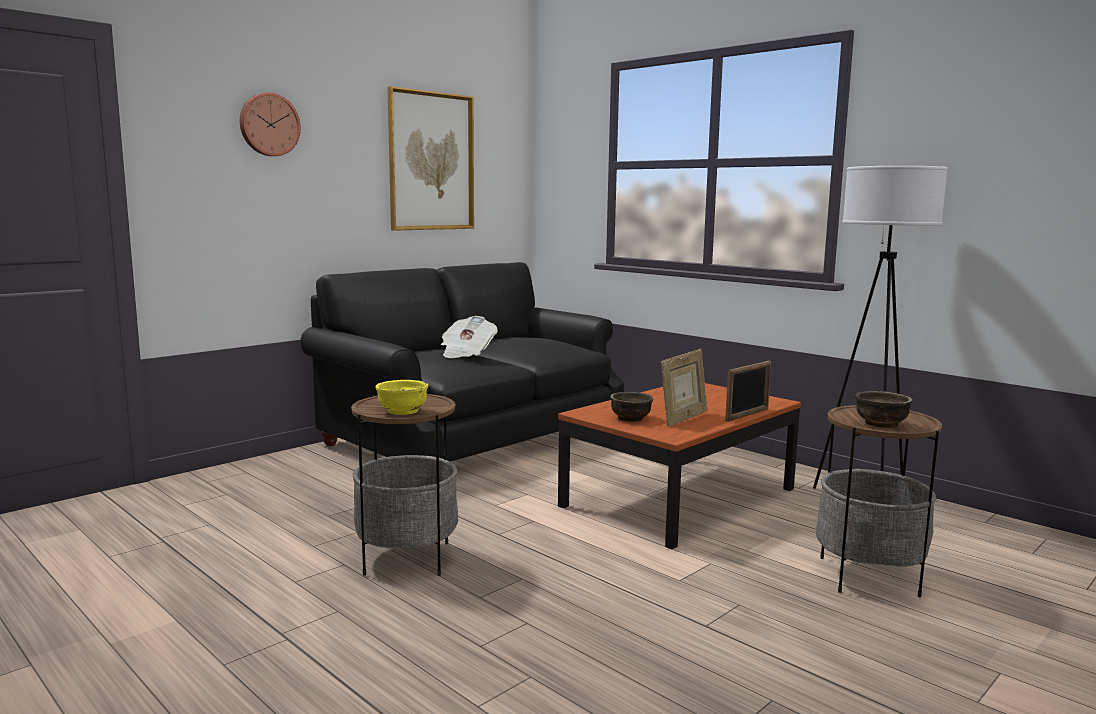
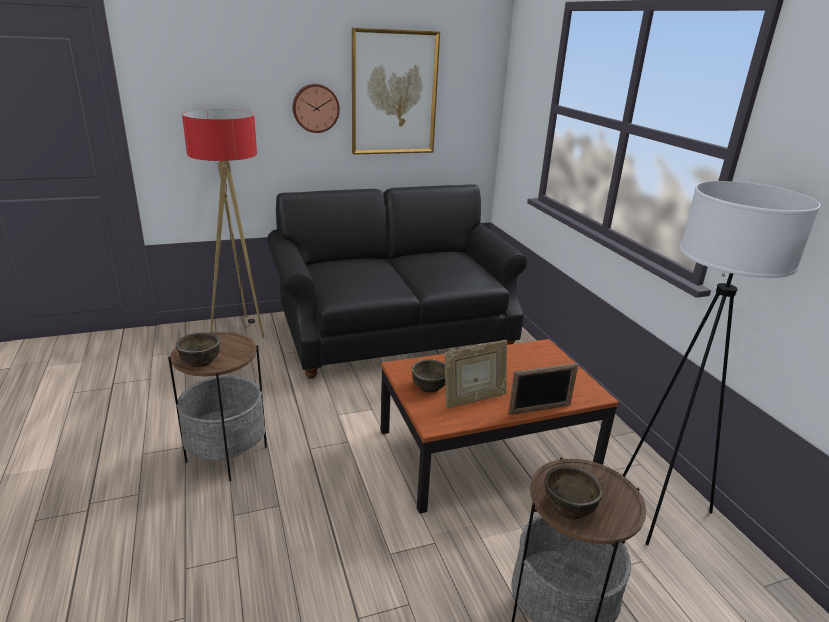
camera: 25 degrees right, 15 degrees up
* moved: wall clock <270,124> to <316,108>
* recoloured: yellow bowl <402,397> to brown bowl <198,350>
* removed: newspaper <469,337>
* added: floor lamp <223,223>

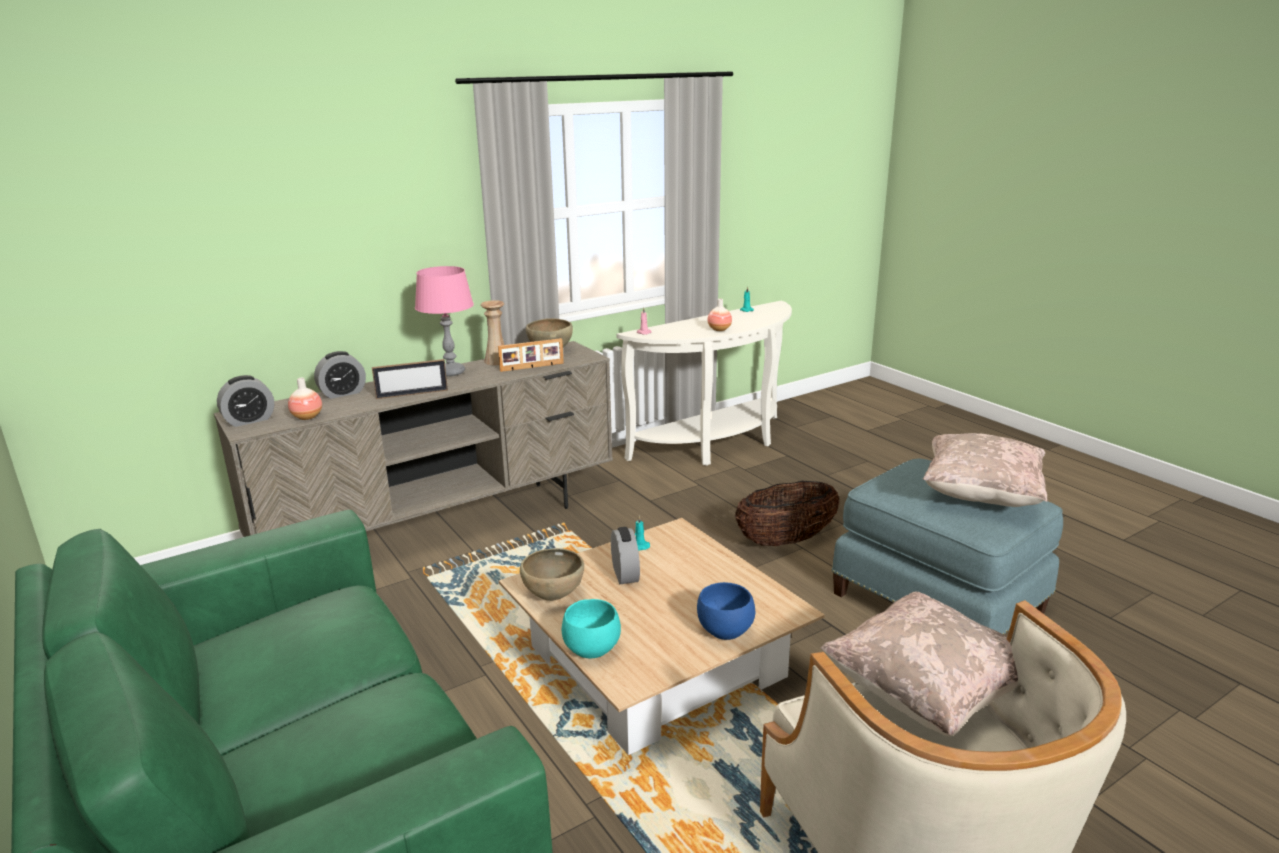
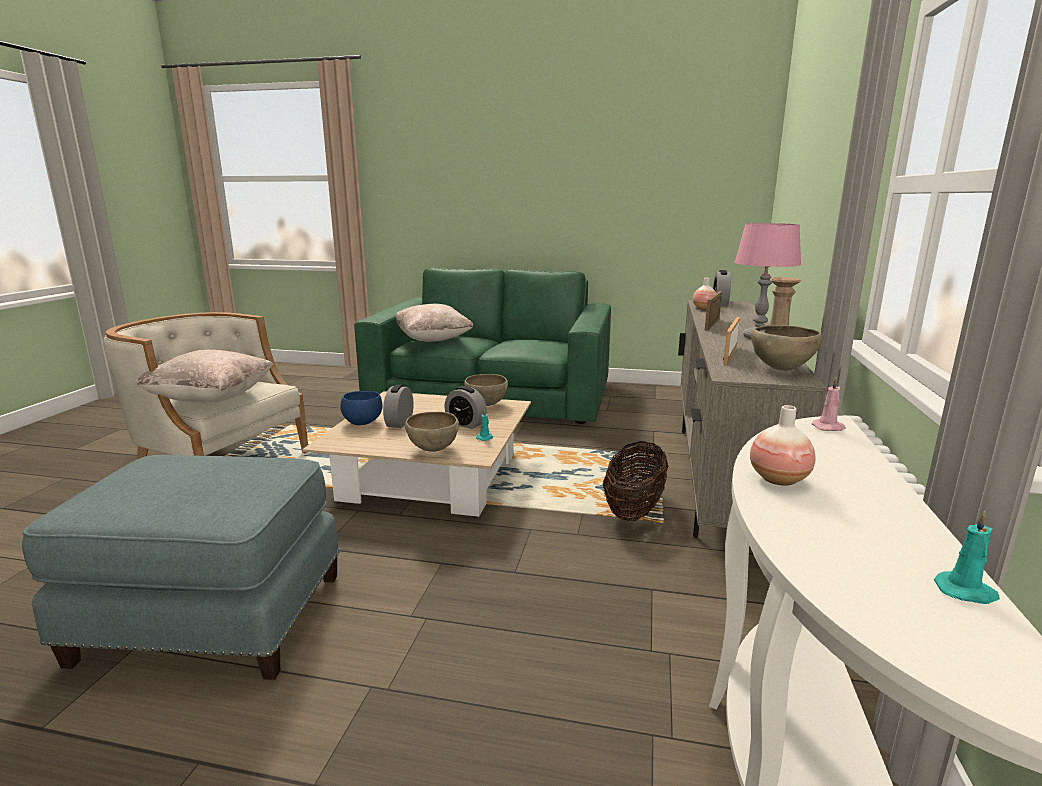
camera: 135 degrees right, 5 degrees down
* moved: alarm clock <340,375> to <398,406>
* removed: turquoise bowl <591,628>
* moved: basket <787,513> to <635,481>
* moved: beige pillow <985,470> to <434,323>
* added: brown bowl <432,432>

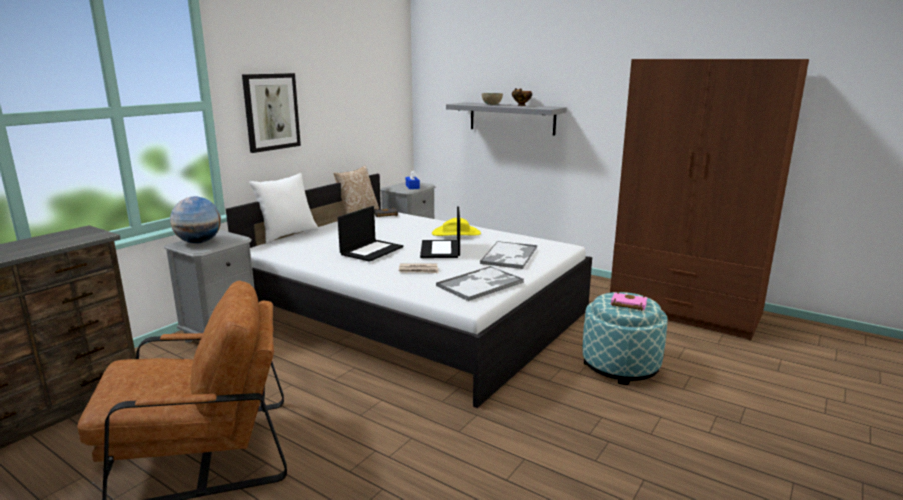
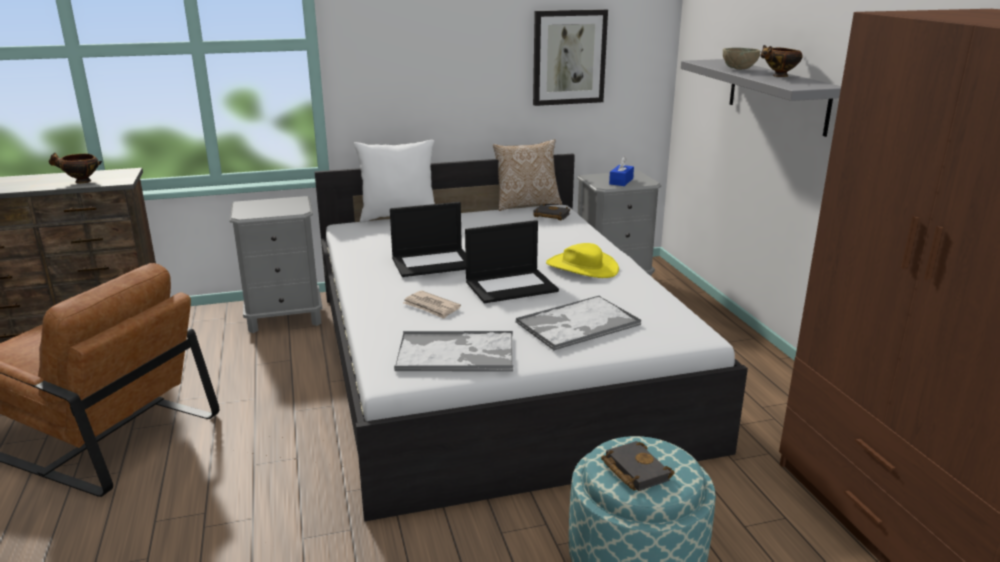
camera: 40 degrees right, 5 degrees up
* removed: globe <195,220>
* moved: picture <271,113> to <570,57>
* turned: laptop <440,232> = <512,261> 150 degrees counterclockwise
* recoloured: pink book <629,301> to black book <638,466>
* added: bowl <75,167>

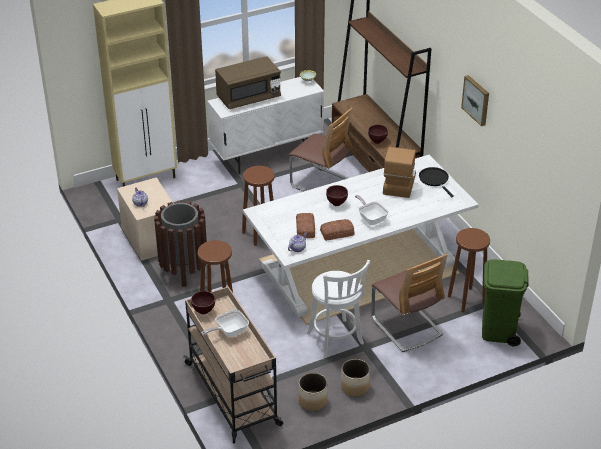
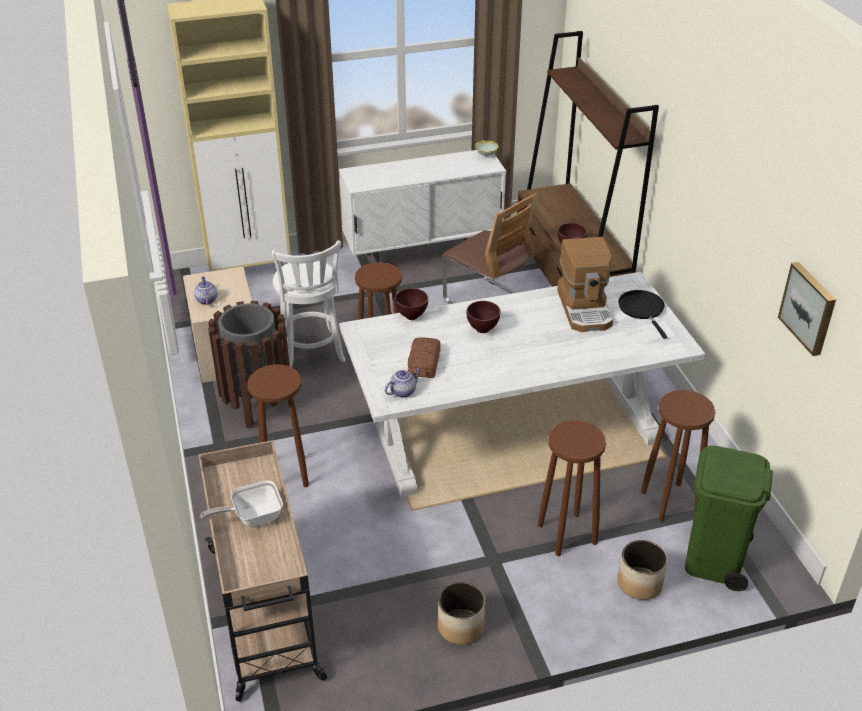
camera: 10 degrees right, 0 degrees up
* moved: brown bowl <203,302> to <411,304>
* removed: brown microwave <248,82>
* moved: planter <313,392> to <643,570>
* moved: white stool <338,309> to <309,303>
* removed: bread <337,230>
* removed: frying pan <372,210>
* replaced: chair <409,303> to brown stool <572,488>
* turned: coffee machine <399,172> = <585,284> 150 degrees clockwise
* moved: picture <475,100> to <807,309>

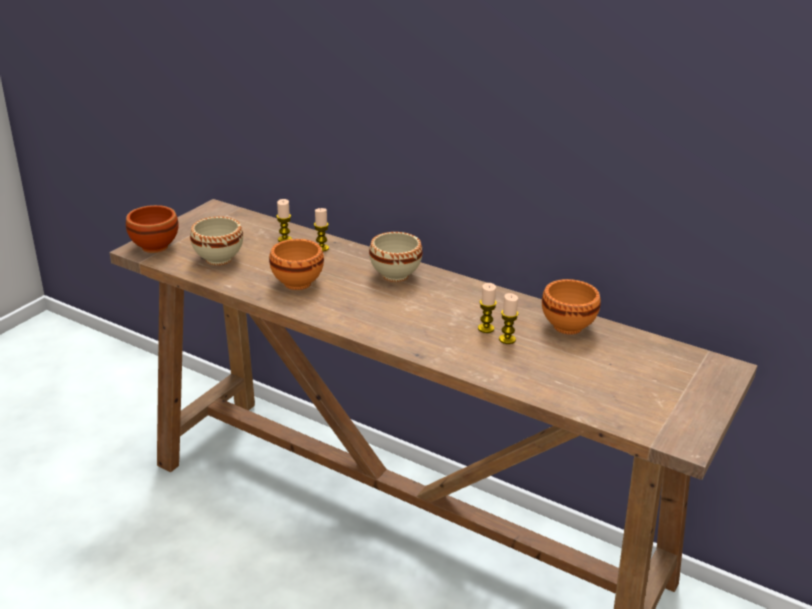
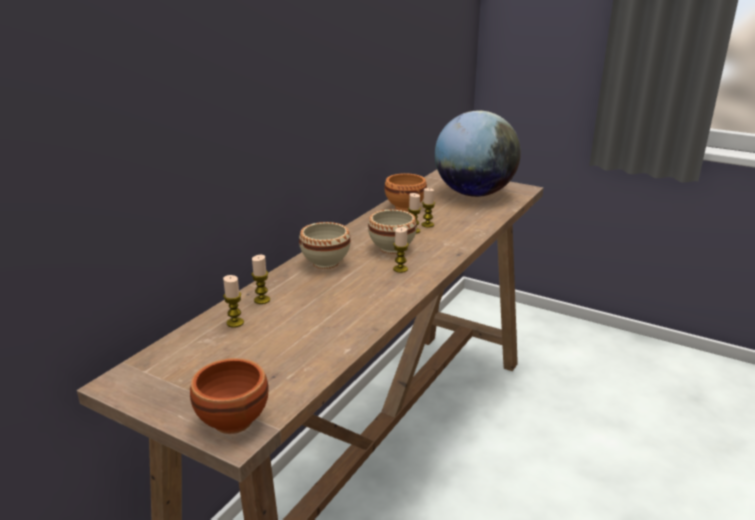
camera: 90 degrees left, 5 degrees down
* moved: beige bowl <216,241> to <392,231>
* removed: orange bowl <296,264>
* added: candle <401,250>
* added: globe <478,154>

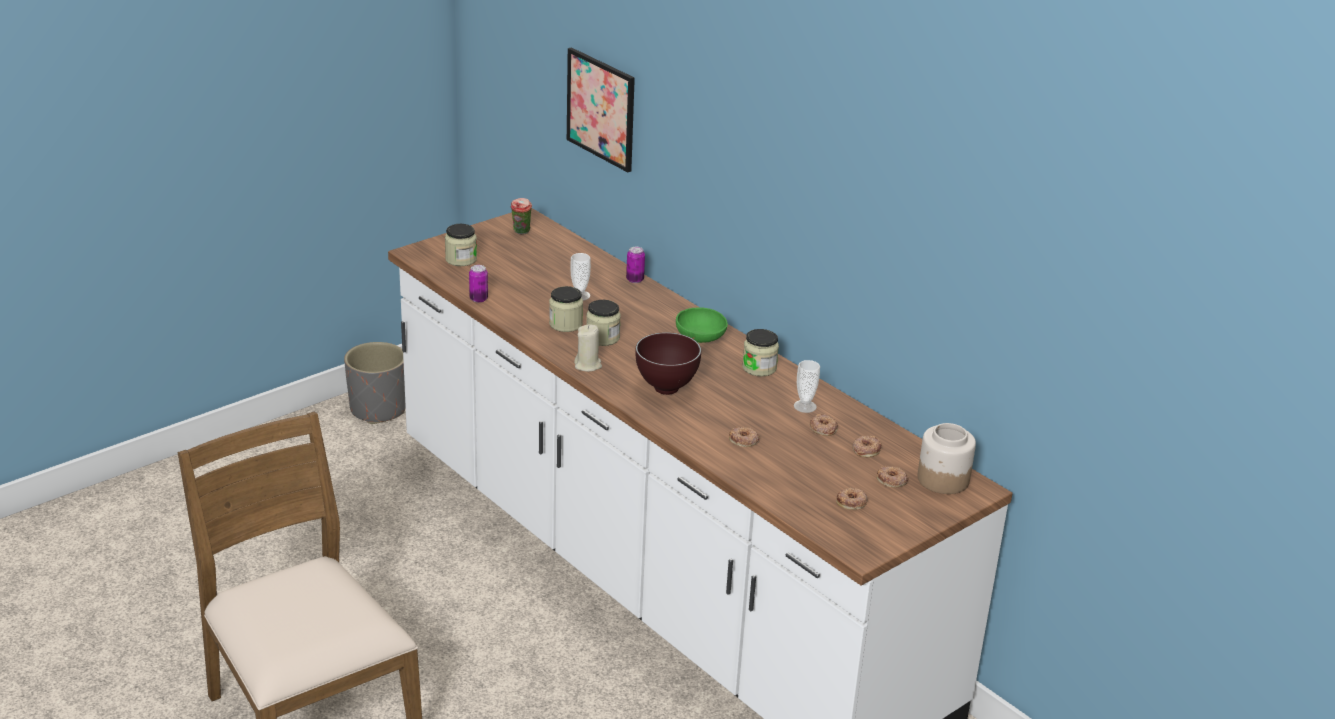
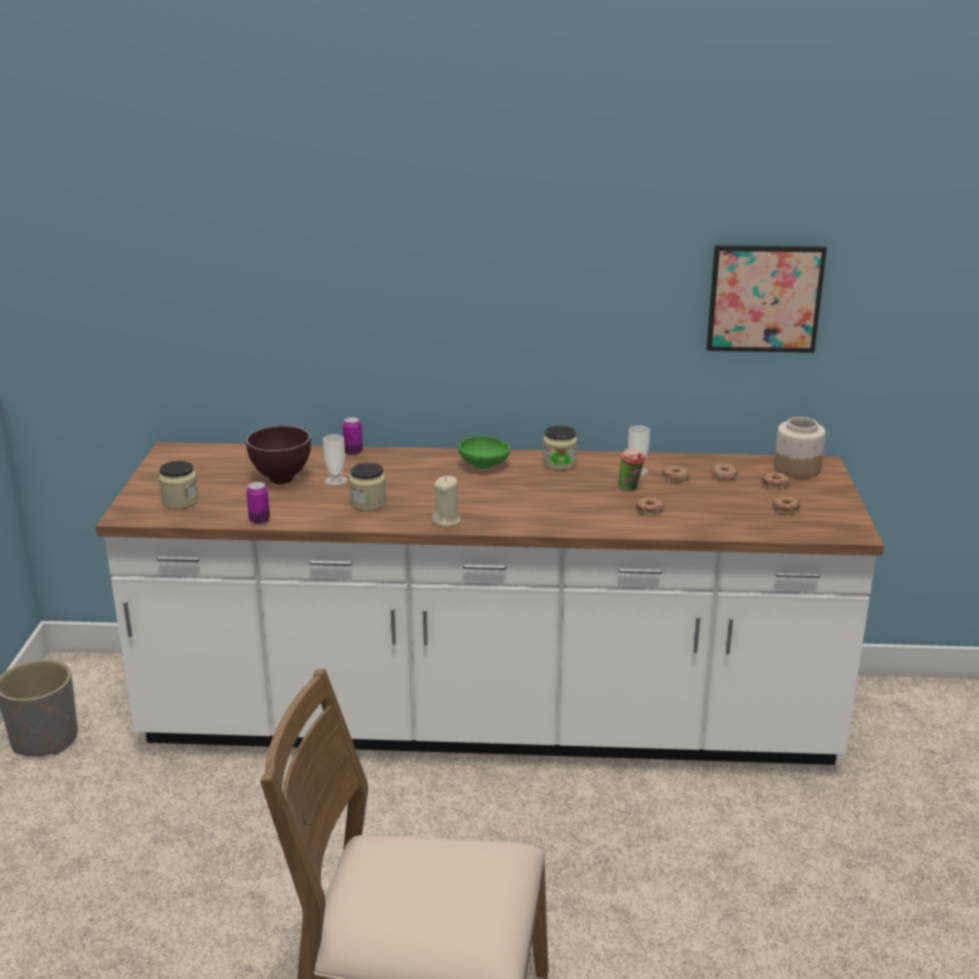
camera: 45 degrees left, 5 degrees down
* moved: cup <521,216> to <631,469>
* moved: picture <601,109> to <766,299>
* removed: jar <603,323>
* moved: brown bowl <668,363> to <278,455>

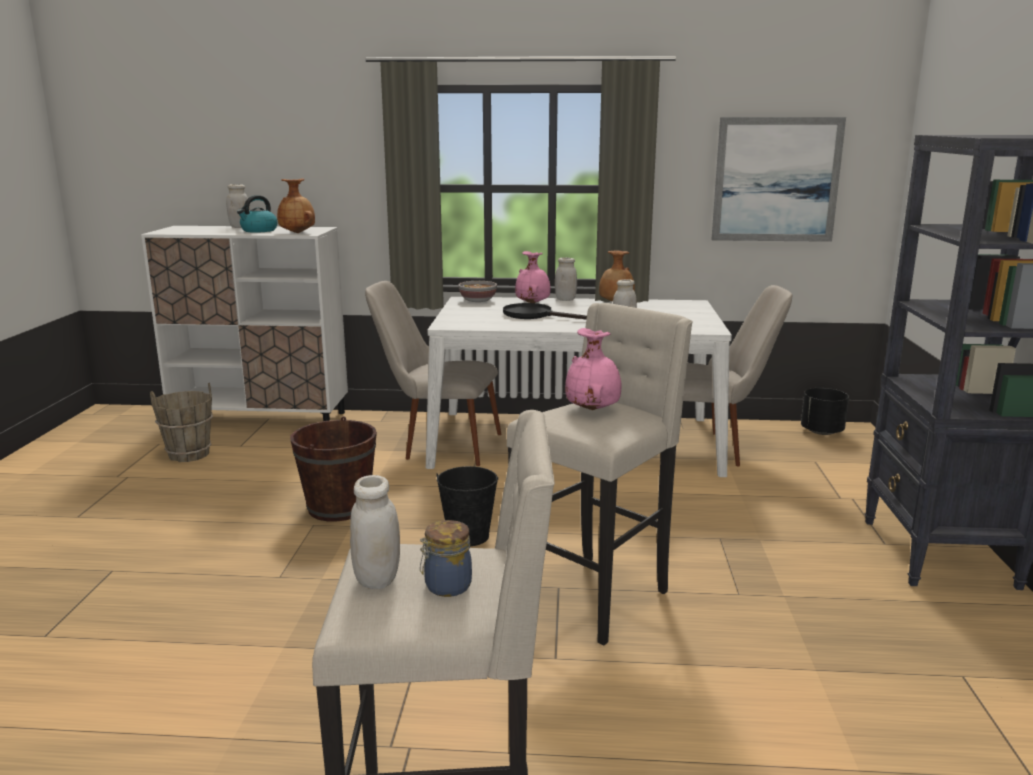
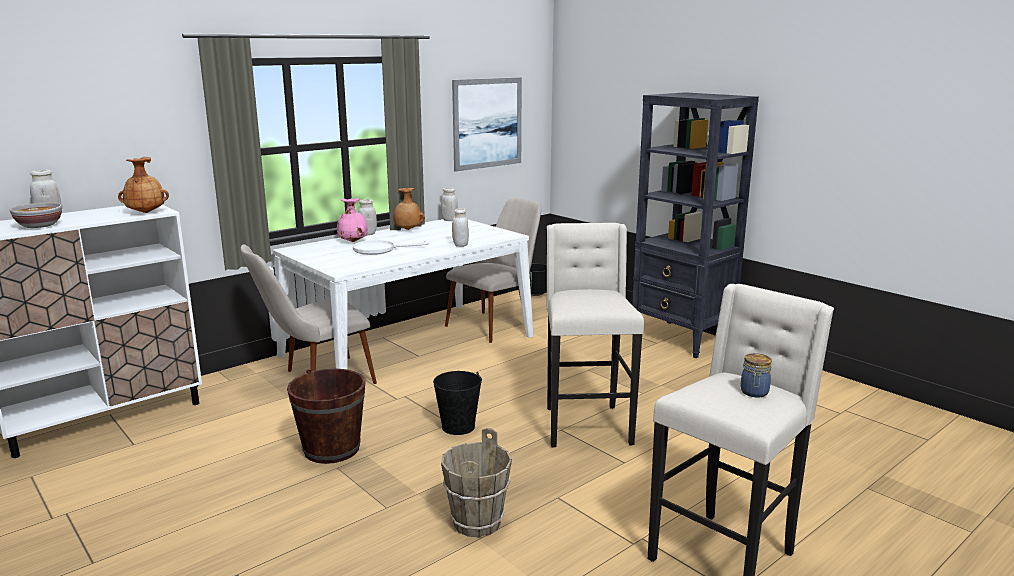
camera: 45 degrees left, 0 degrees up
* moved: brown bucket <181,422> to <476,482>
* removed: kettle <257,214>
* moved: white jar <375,532> to <449,204>
* moved: bowl <477,291> to <36,215>
* recoloured: black frying pan <545,311> to white frying pan <391,247>
* removed: pink vase <593,369>

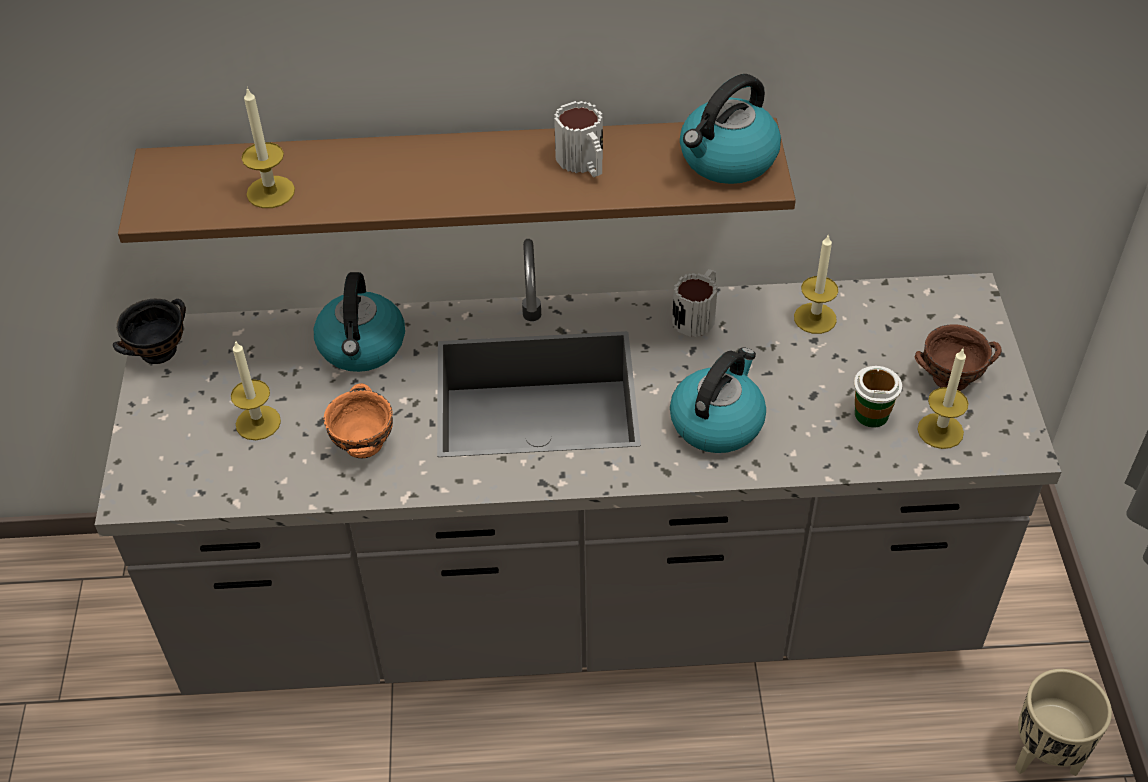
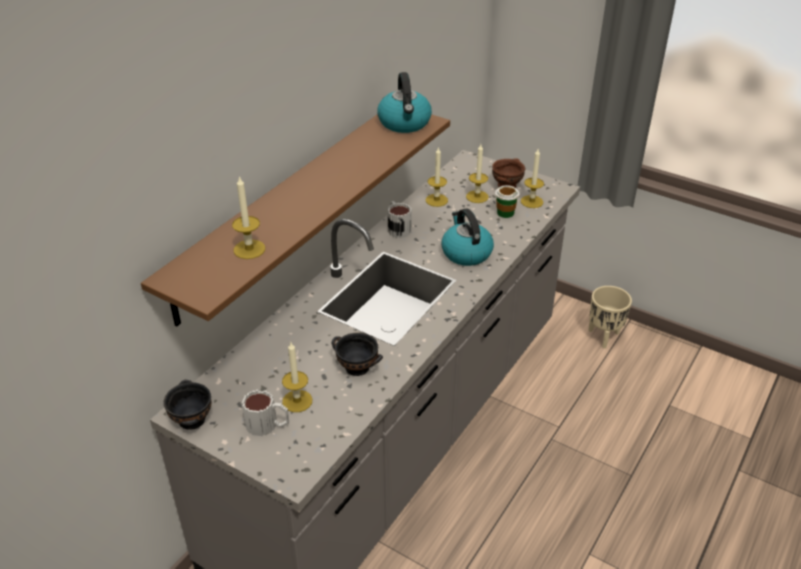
camera: 55 degrees left, 10 degrees down
* removed: kettle <359,322>
* recoloured: orange bowl <358,420> to black bowl <357,354>
* moved: mug <578,139> to <265,413>
* added: candle <477,173>

